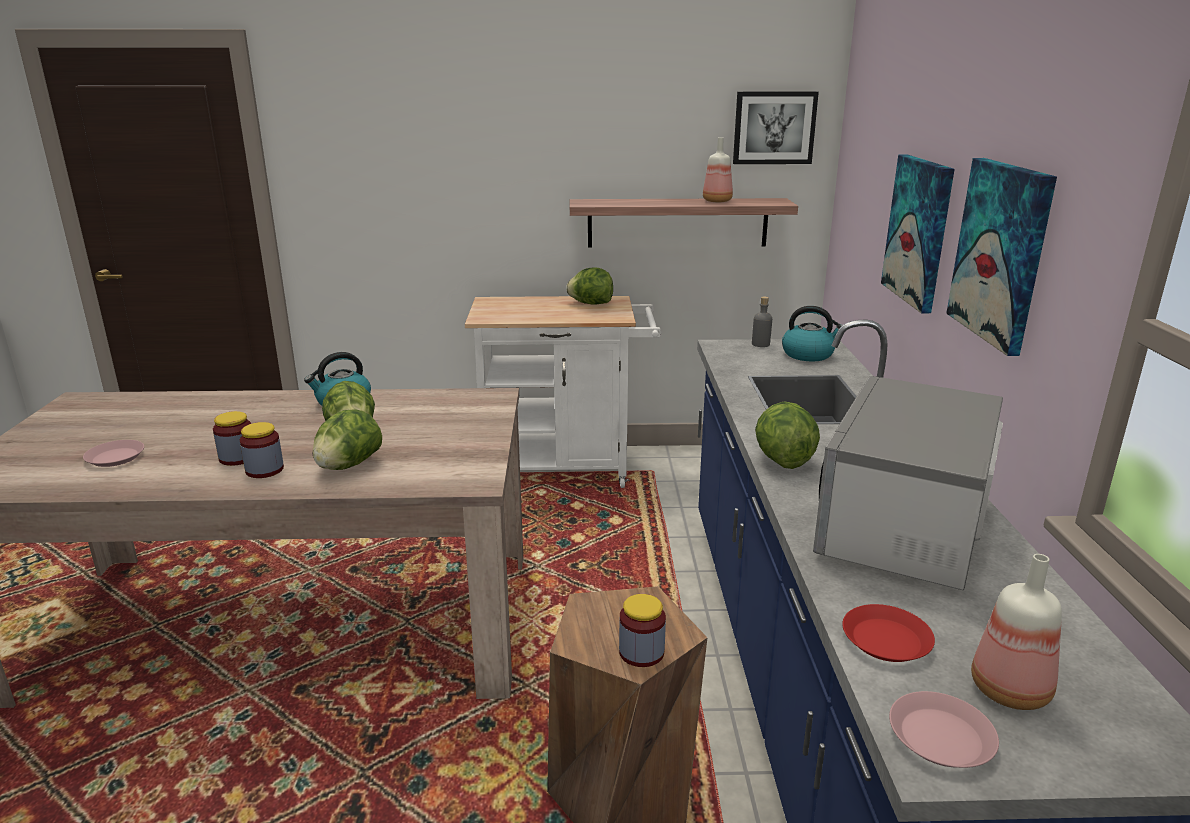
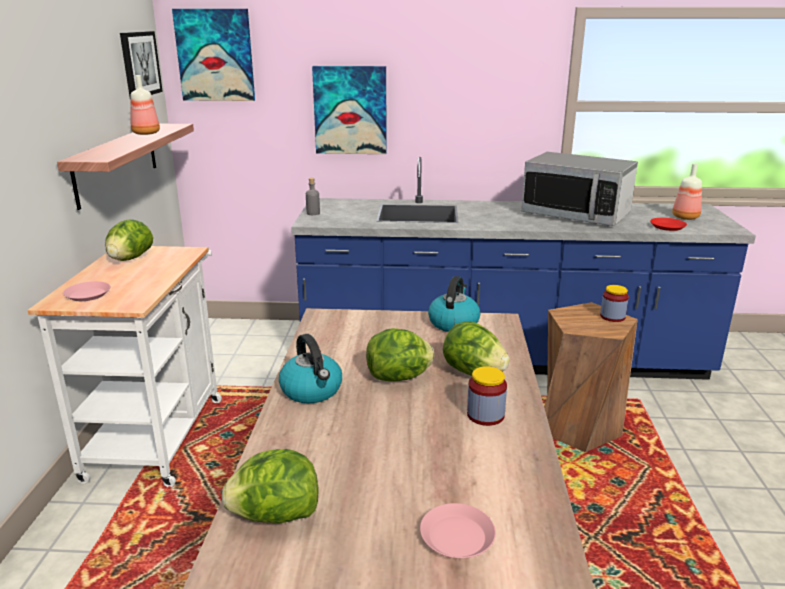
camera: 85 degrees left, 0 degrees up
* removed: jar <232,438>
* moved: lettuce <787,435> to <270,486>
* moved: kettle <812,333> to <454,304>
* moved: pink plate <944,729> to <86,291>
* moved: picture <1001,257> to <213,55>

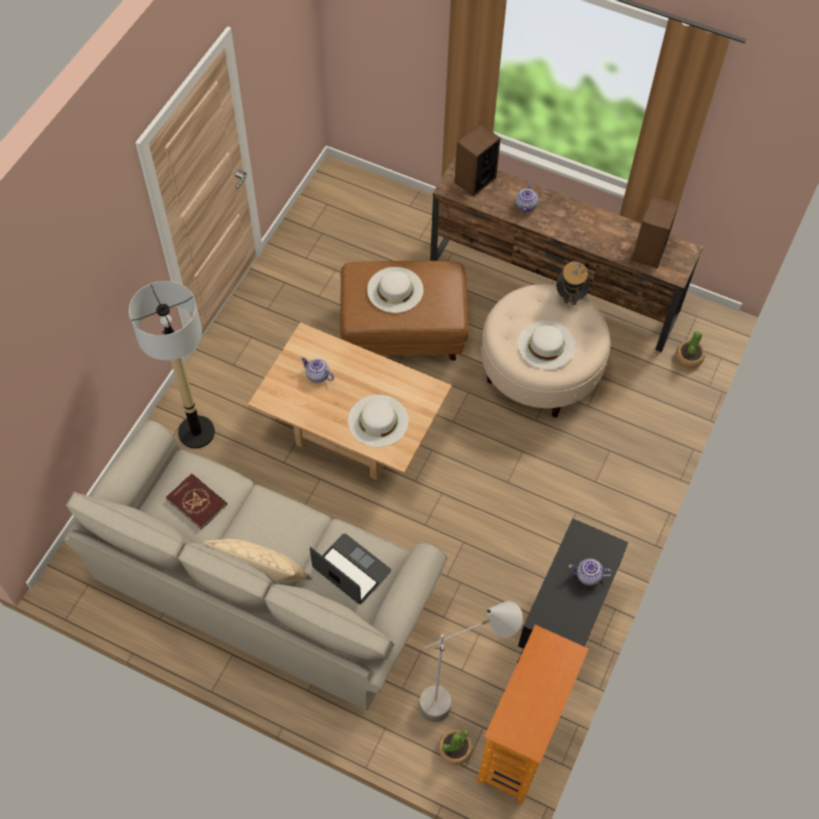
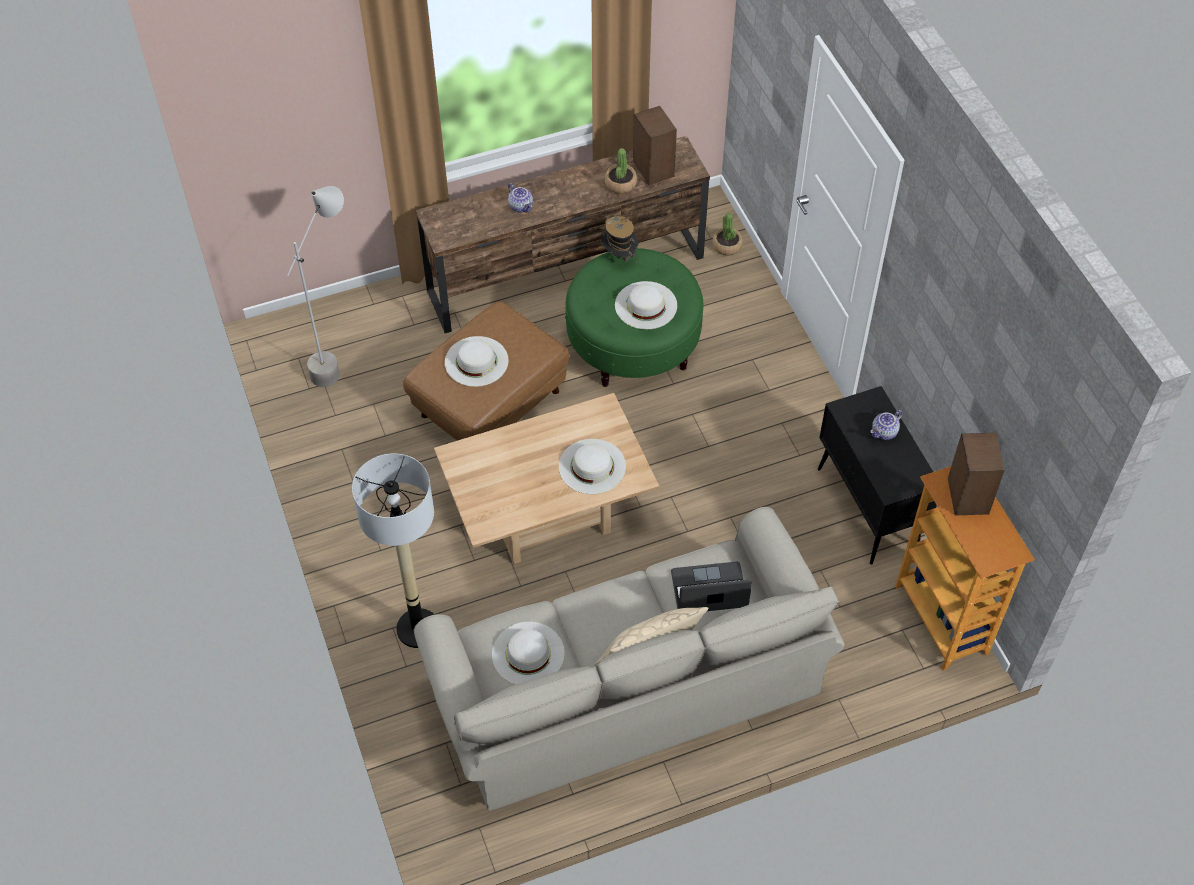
camera: 45 degrees left, 5 degrees down
* replaced: red book <196,501> to white hat <528,653>
* removed: teapot <317,370>
* moved: grey floor lamp <471,661> to <315,286>
* moved: potted plant <455,747> to <621,171>
* moved: speaker <477,160> to <976,474>
* recoloured: beige ottoman <545,351> to green ottoman <634,317>

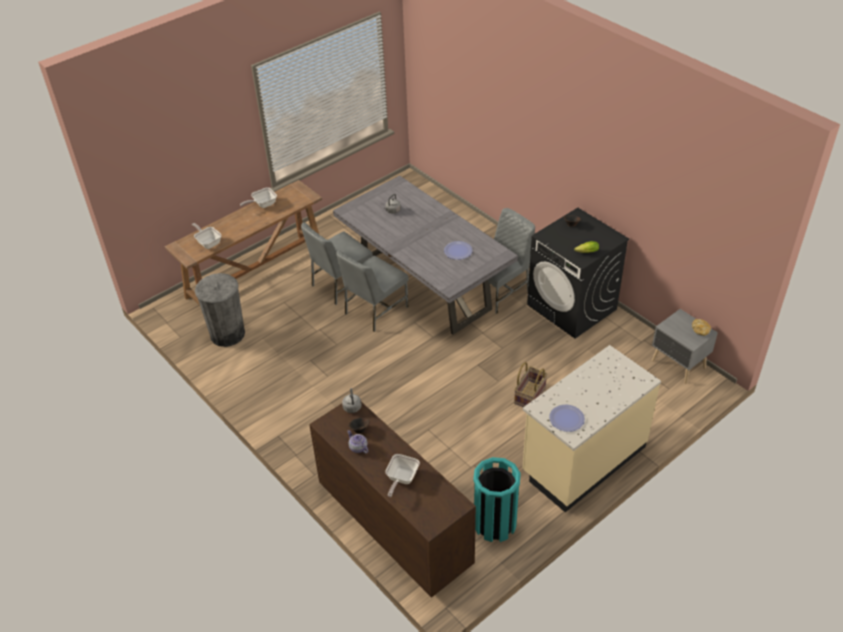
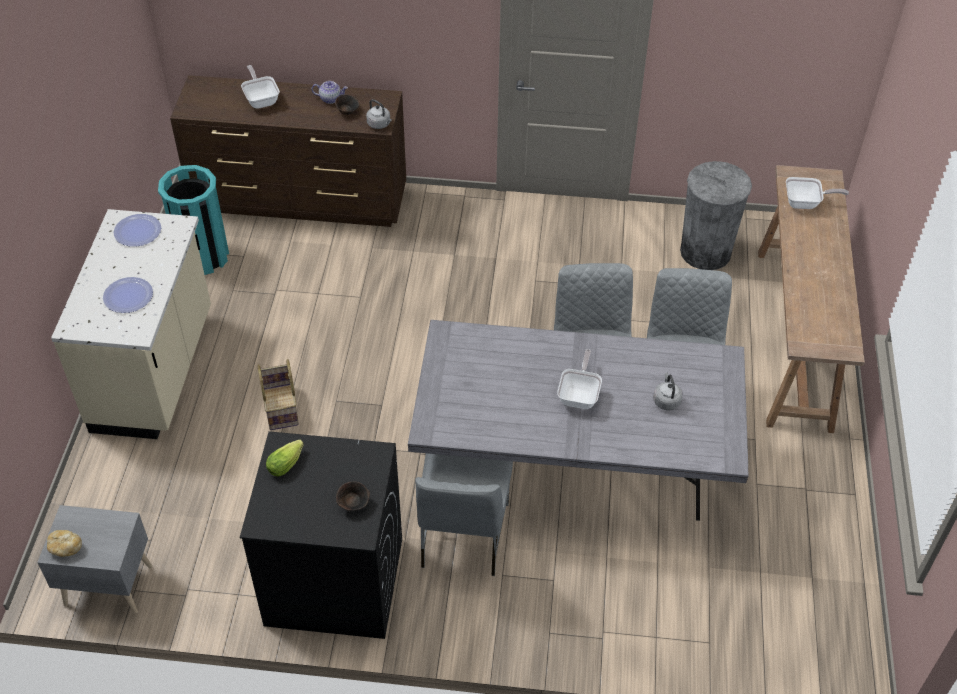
camera: 135 degrees right, 5 degrees up
* moved: frying pan <258,197> to <579,379>
* moved: plate <458,250> to <128,295>

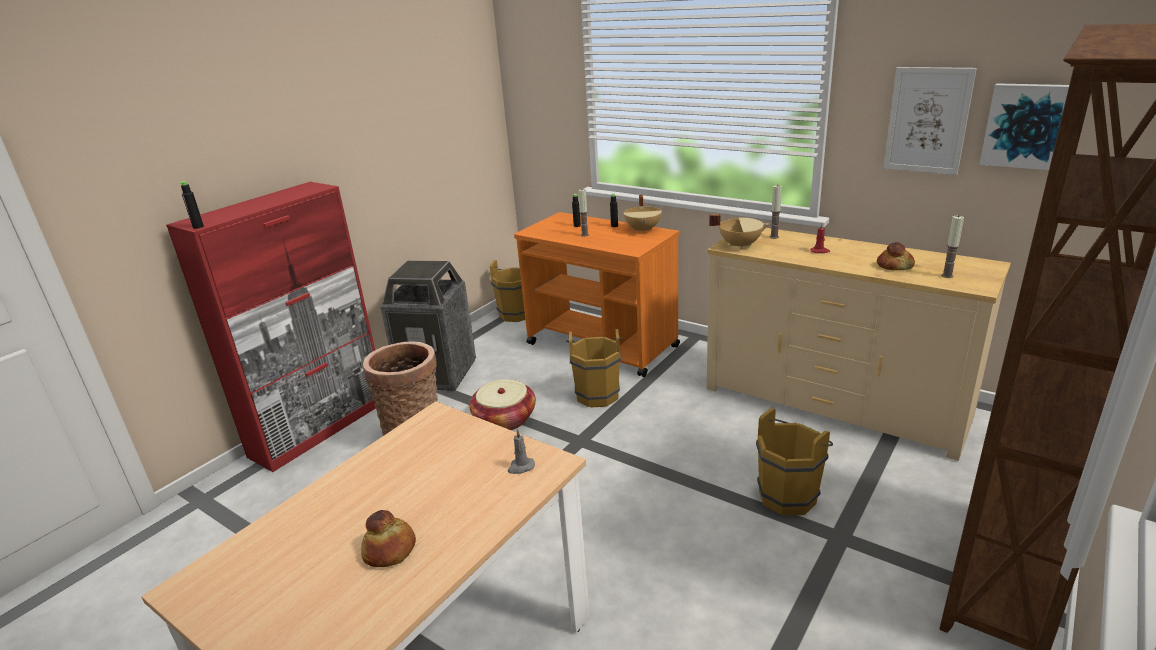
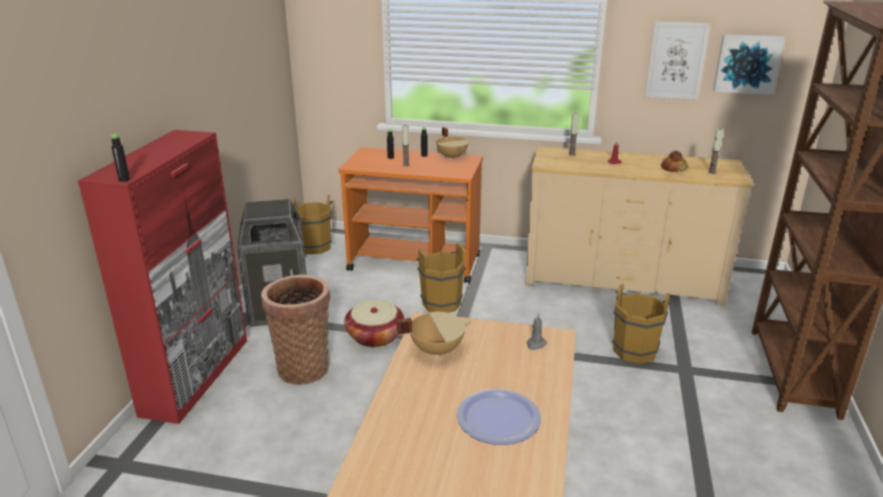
camera: 25 degrees left, 0 degrees up
* replaced: bread <388,538> to plate <499,417>
* moved: beige cooking pot <739,231> to <434,335>

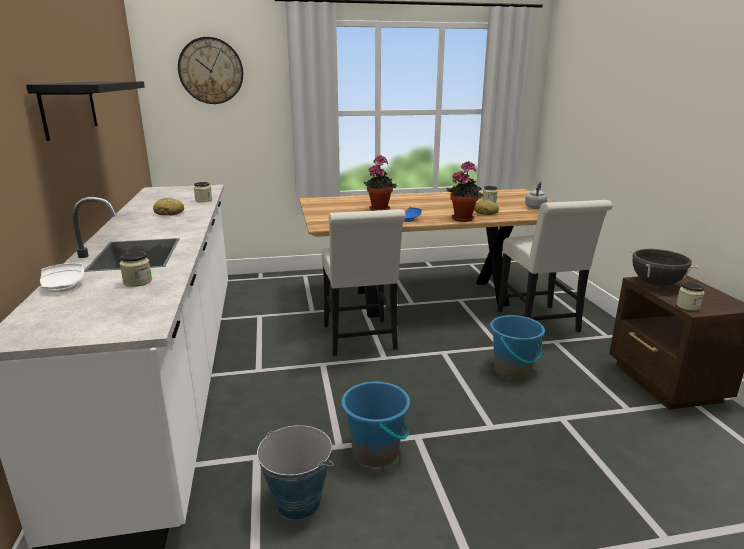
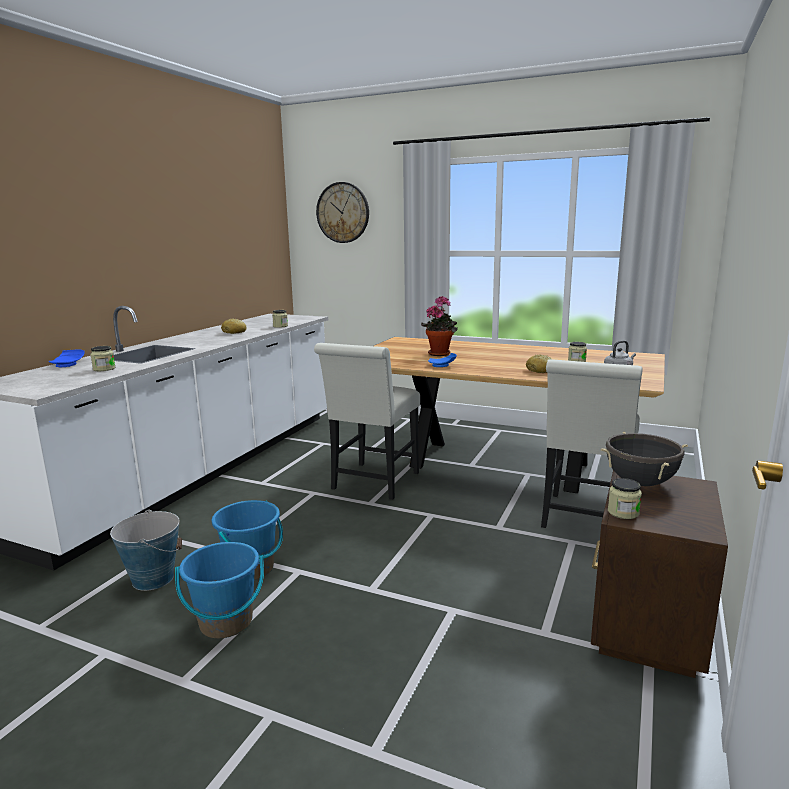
camera: 35 degrees right, 5 degrees down
* removed: black shelf <85,111>
* recoloured: white plate <62,277> to blue plate <66,358>
* removed: potted plant <464,191>
* moved: blue bucket <517,346> to <219,590>

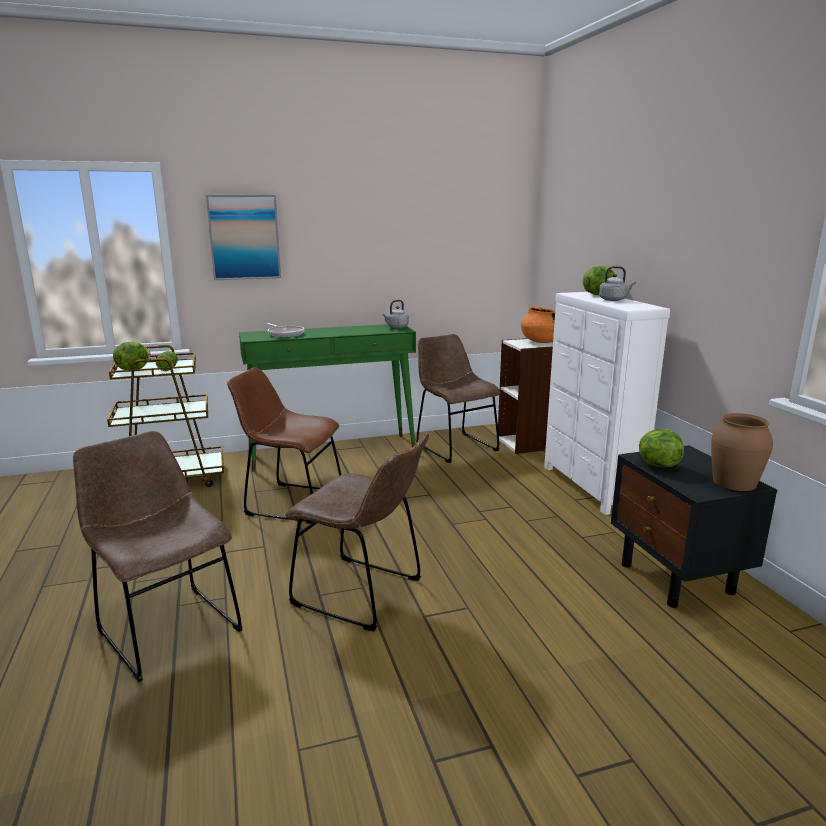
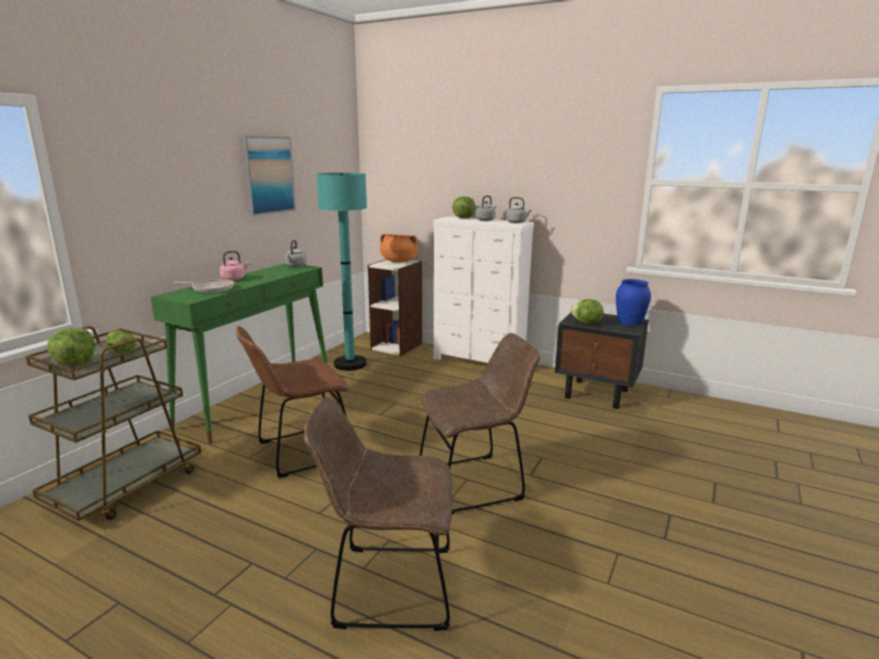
camera: 45 degrees left, 0 degrees up
* moved: picture <243,237> to <269,176>
* replaced: brown chair <458,398> to turquoise floor lamp <342,272>
* recoloured: brown vase <742,452> to blue vase <633,302>
* added: pink kettle <235,266>
* added: grey kettle <519,210>

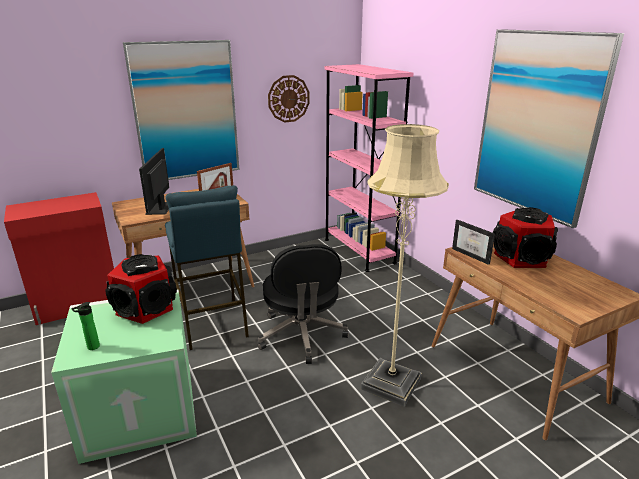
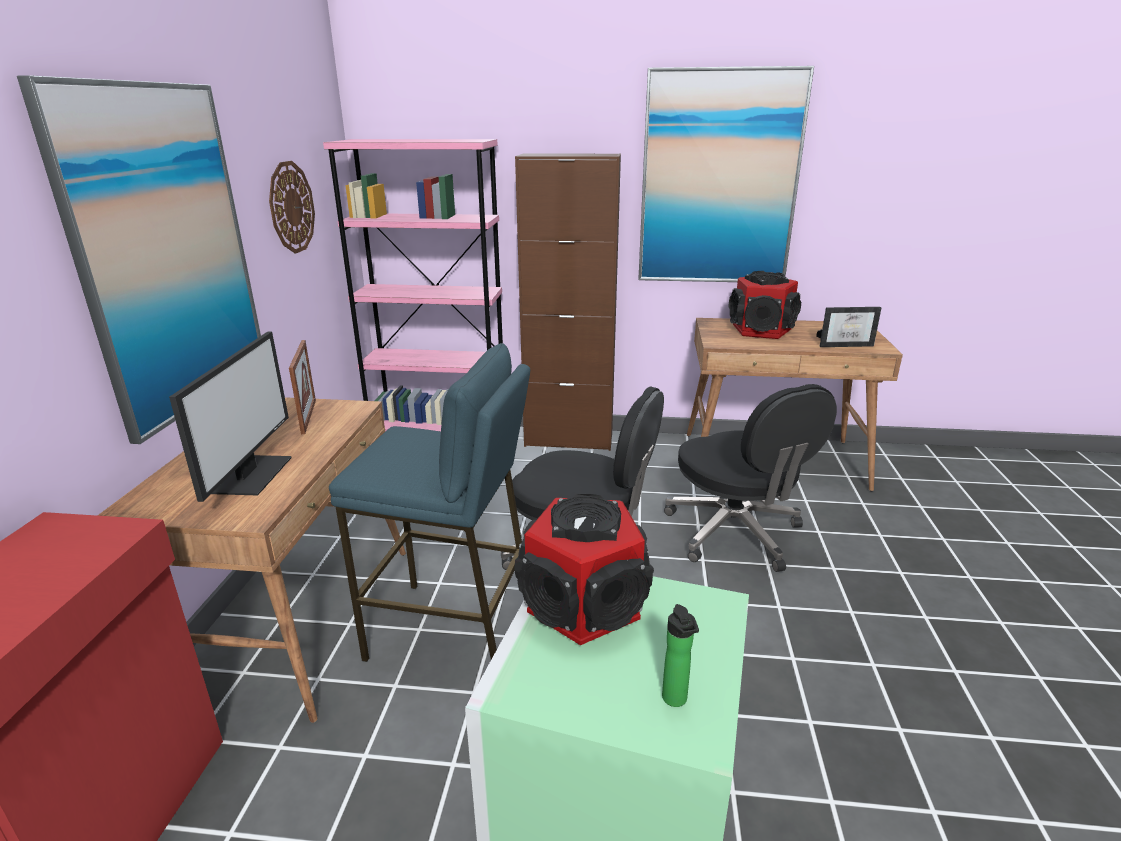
camera: 55 degrees left, 0 degrees up
* turned: monitor <154,181> = <230,417> 120 degrees counterclockwise
* replaced: beige floor lamp <405,265> to black office chair <750,478>
* moved: picture frame <473,242> to <849,327>
* added: brown cabinet <568,302>

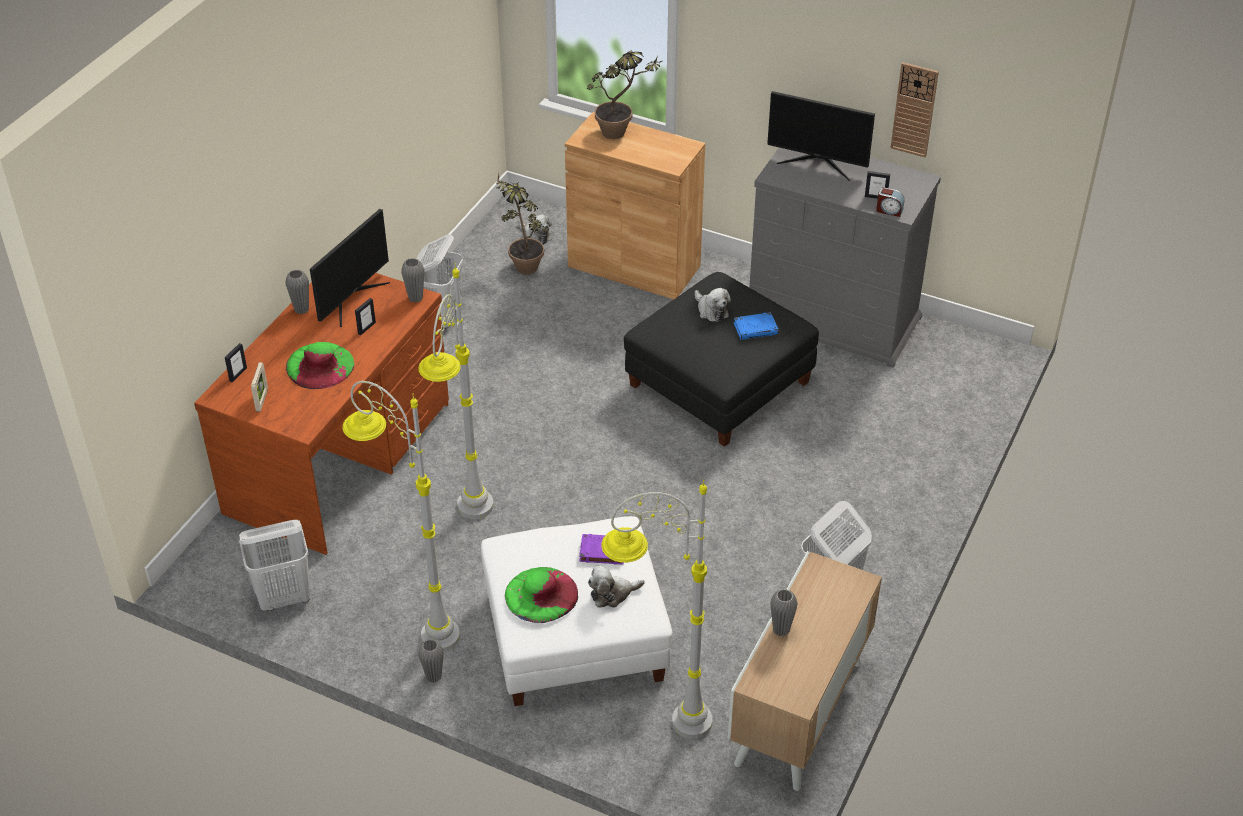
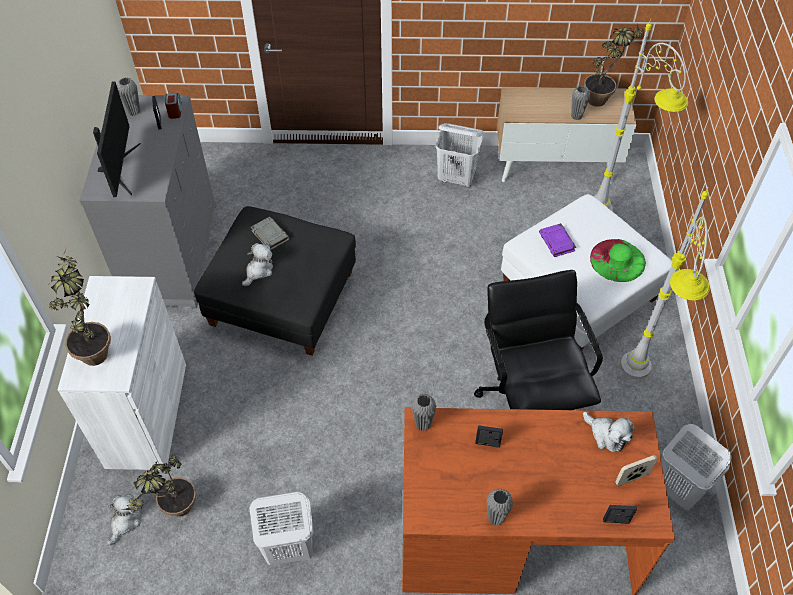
camera: 115 degrees left, 10 degrees up
* removed: green hat <320,365>
* removed: monitor <350,268>
* replaced: grey floor lamp <455,391> to black office chair <538,340>
* moved: grey vase <431,661> to <128,96>
* recoloured: brown cabinet <635,205> to white cabinet <122,373>
* moved: plush toy <616,586> to <609,431>
* recoloured: blue book <756,326> to grey book <270,233>
* removed: wall clock <915,109>
* added: potted plant <614,65>

